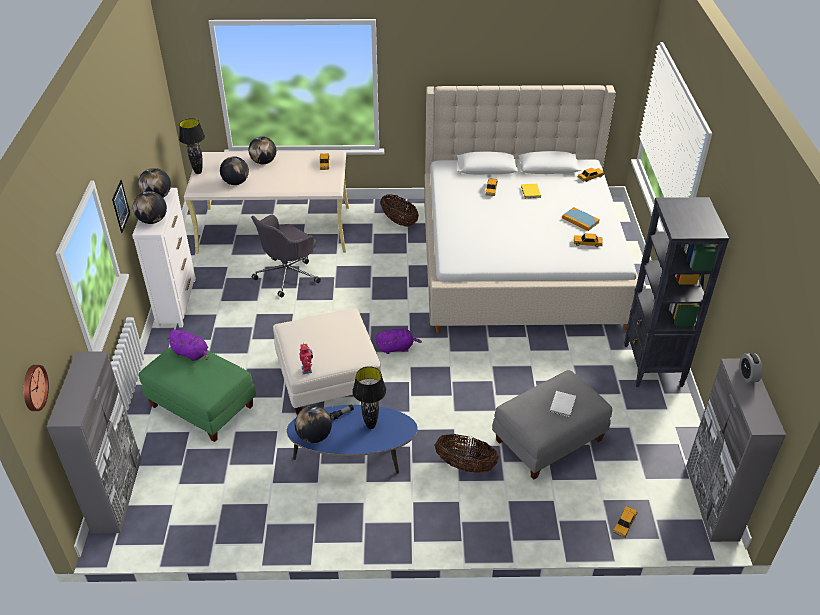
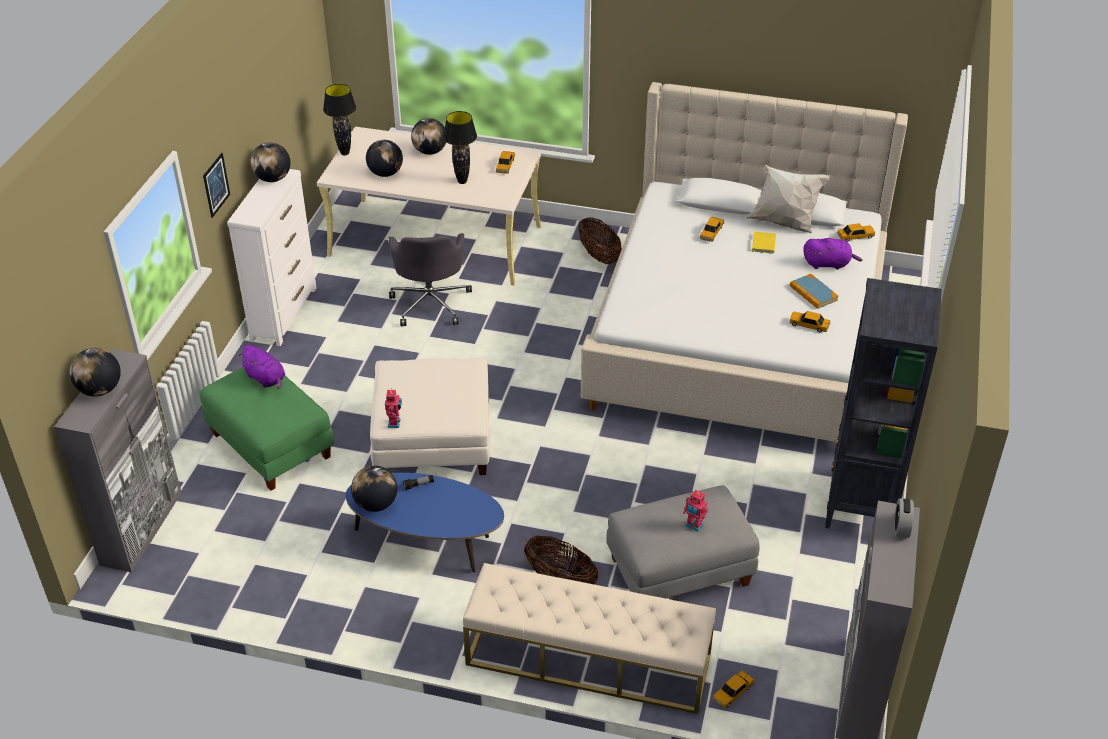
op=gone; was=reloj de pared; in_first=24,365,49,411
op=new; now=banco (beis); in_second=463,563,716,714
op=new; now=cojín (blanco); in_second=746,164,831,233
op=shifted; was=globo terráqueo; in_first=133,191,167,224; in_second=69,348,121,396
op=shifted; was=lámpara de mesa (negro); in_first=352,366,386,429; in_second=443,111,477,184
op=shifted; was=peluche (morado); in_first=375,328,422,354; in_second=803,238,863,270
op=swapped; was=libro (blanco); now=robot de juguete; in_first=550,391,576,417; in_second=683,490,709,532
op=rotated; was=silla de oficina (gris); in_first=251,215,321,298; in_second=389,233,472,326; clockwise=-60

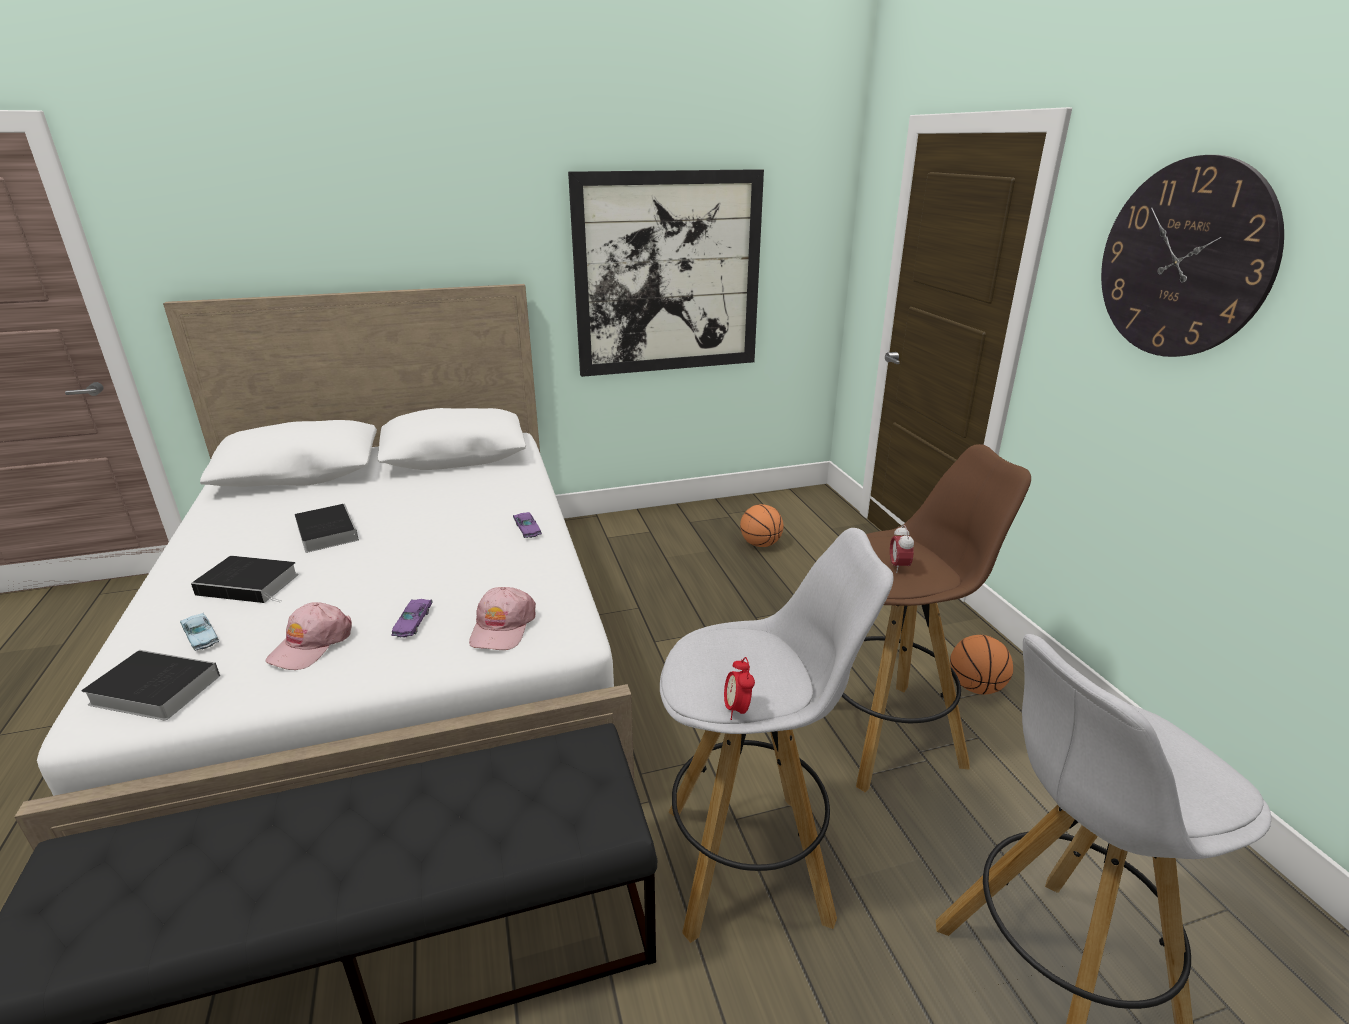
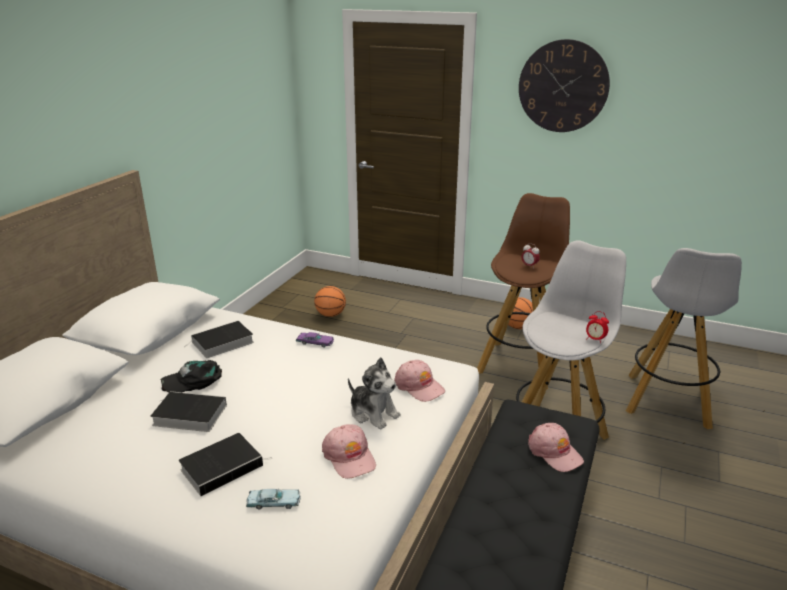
op=gone; was=cuadro; in_first=568,169,764,377
op=new; now=gorra (negro); in_second=161,360,222,393
op=new; now=gorra (rosa); in_second=528,423,584,472
op=shifted; was=libro; in_first=81,650,220,720; in_second=184,321,254,358
op=swapped; was=coche de juguete (morado); now=peluche; in_first=391,599,433,638; in_second=348,357,401,430

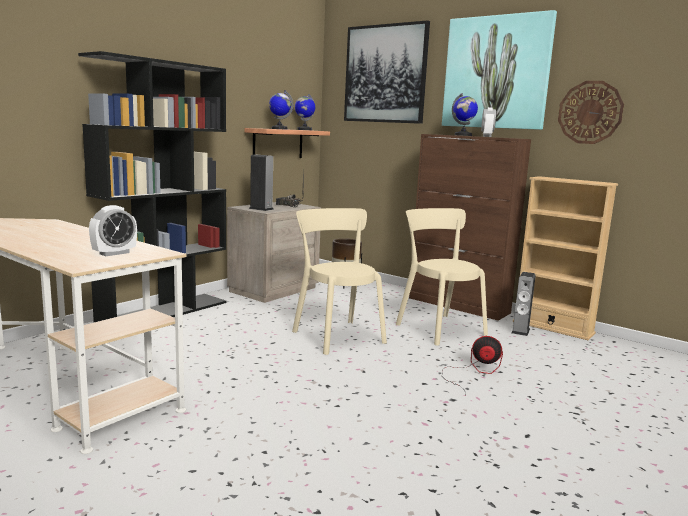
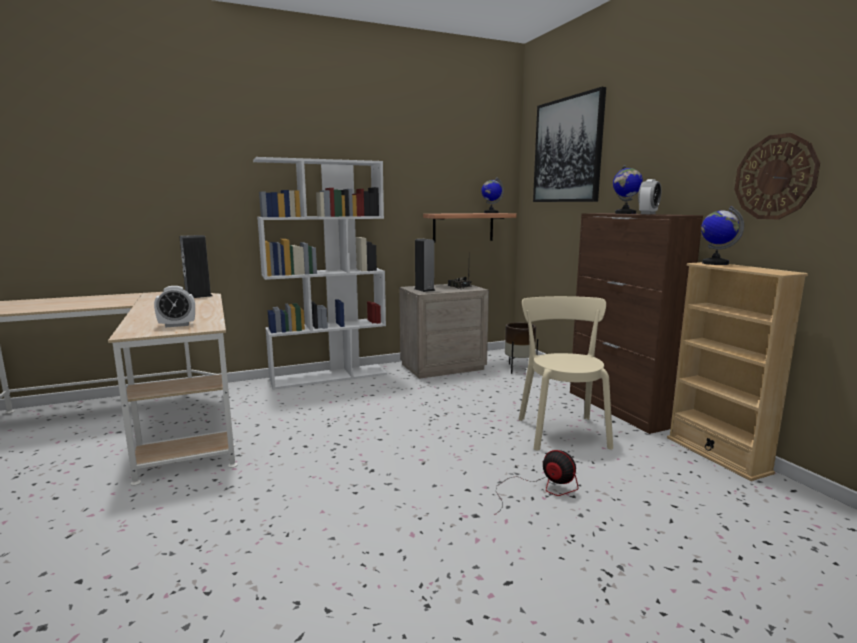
op=gone; was=silla (beis); in_first=292,208,387,355
op=gone; was=cuadro; in_first=442,10,557,130
op=shifted; was=globo terráqueo; in_first=269,90,293,130; in_second=701,206,744,265
op=shifted; was=altavoz; in_first=512,272,536,336; in_second=180,235,212,298
op=repainted; was=estantería (negro); now=estantería (blanco); in_first=78,51,226,322; in_second=253,157,387,390

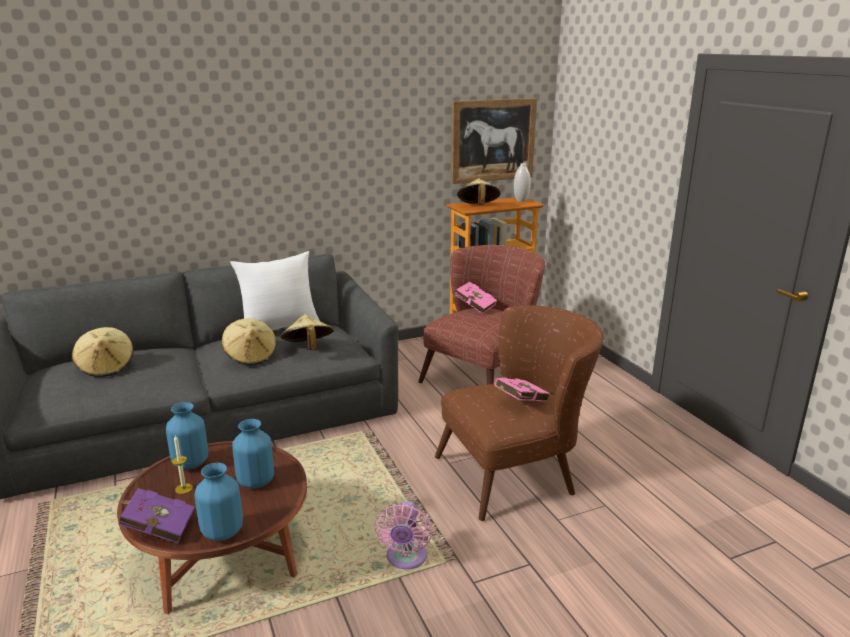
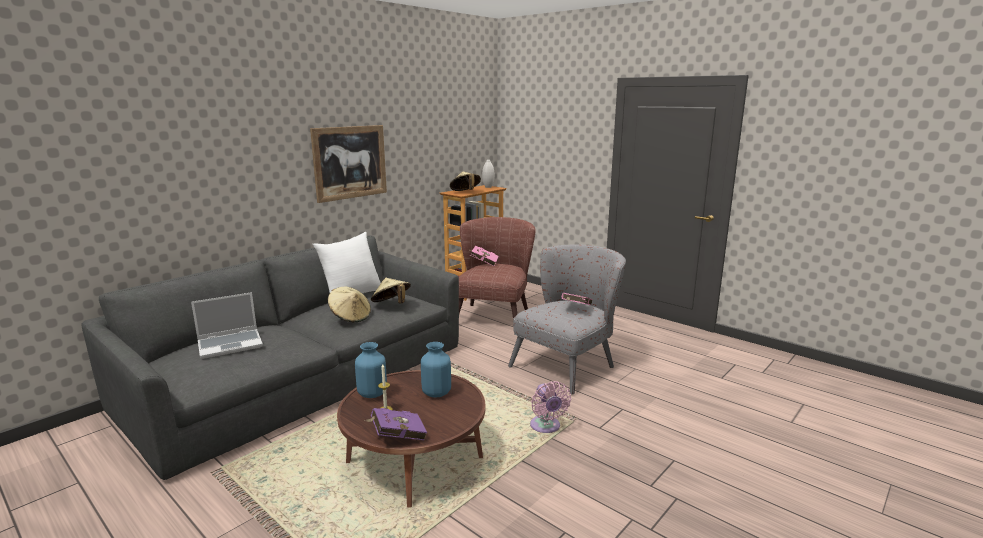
op=gone; was=florero (azul); in_first=195,463,243,541
op=shifted; was=cuadro; in_first=451,98,537,184; in_second=310,125,387,203
op=swapped; was=sombrero (beis); now=portátil; in_first=72,327,133,377; in_second=191,292,263,359
op=repainted; was=sillón (marrón); now=sillón (gris); in_first=435,305,604,521; in_second=508,244,626,394

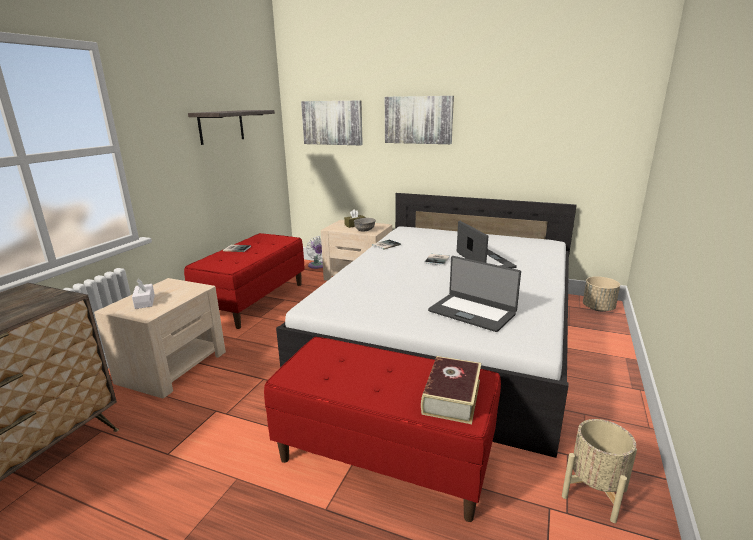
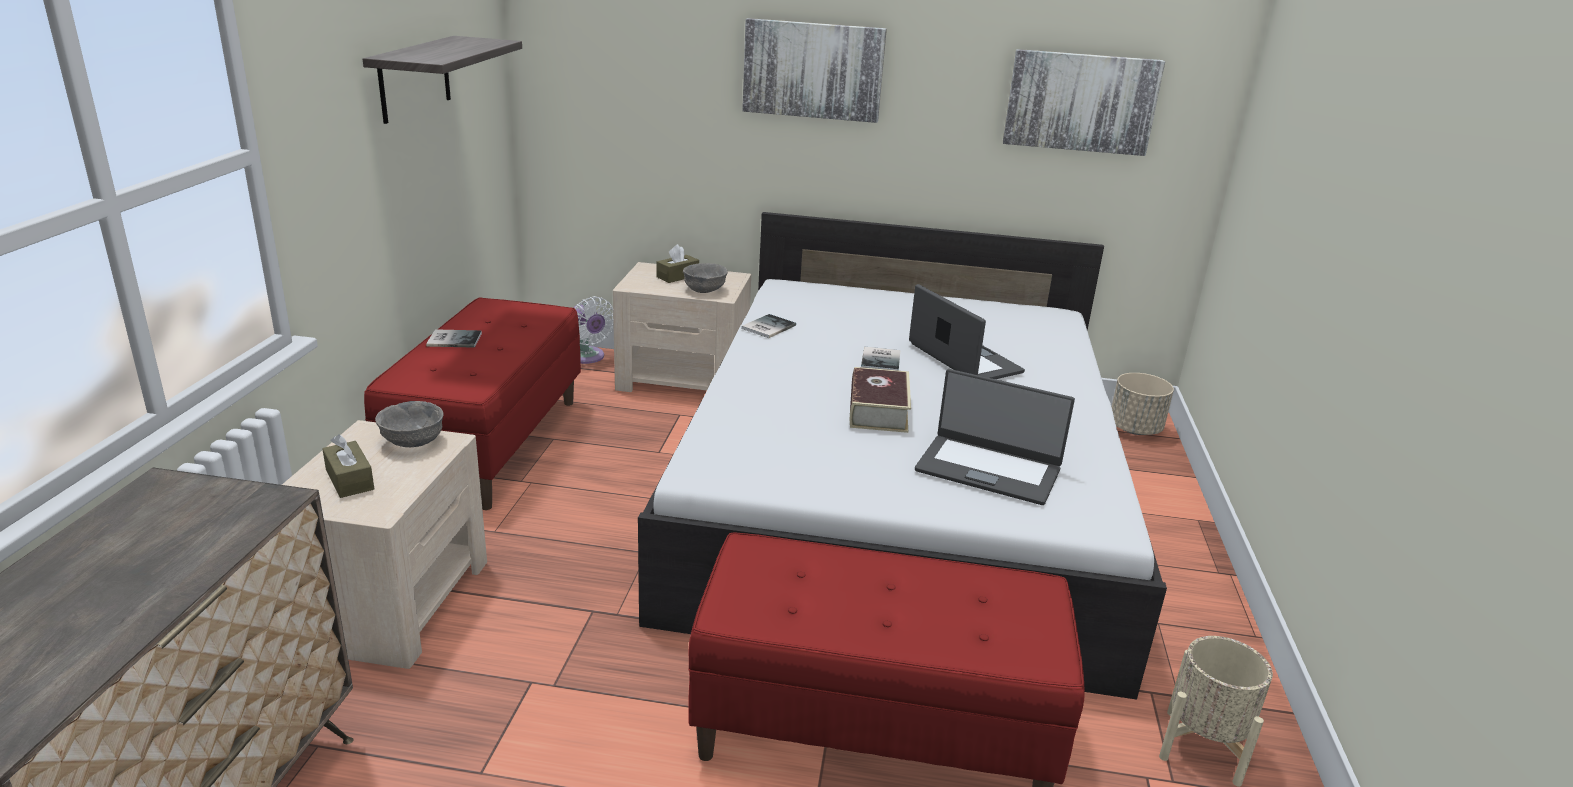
op=new; now=cuenco (gris); in_second=375,401,444,447
op=shifted; was=cuadro; in_first=301,100,363,145; in_second=1003,49,1165,156
op=shifted; was=libro; in_first=421,356,481,424; in_second=850,367,911,433
op=repainted; was=caja de pañuelos (blanco); now=caja de pañuelos (marrón); in_first=132,278,155,309; in_second=322,435,374,498

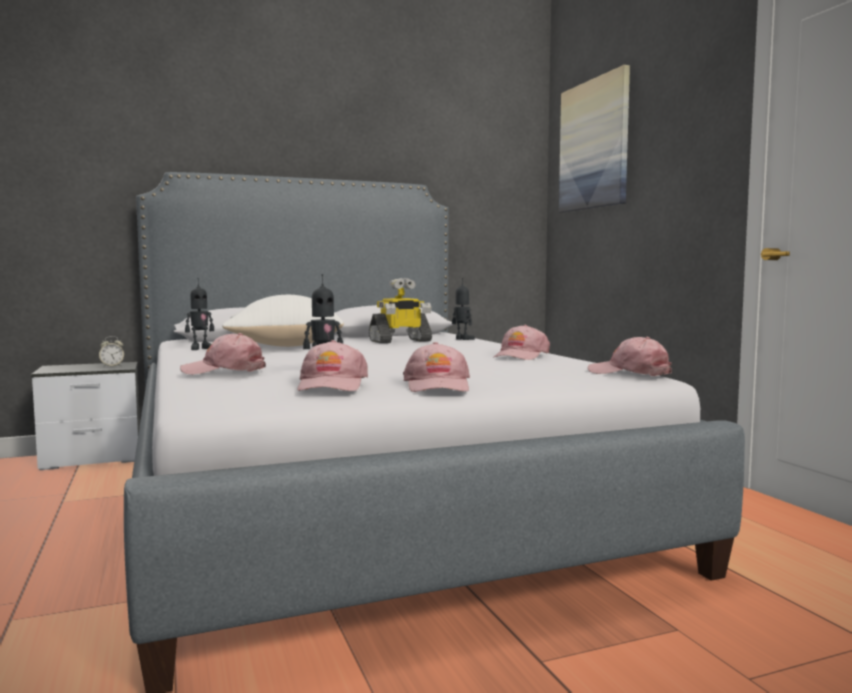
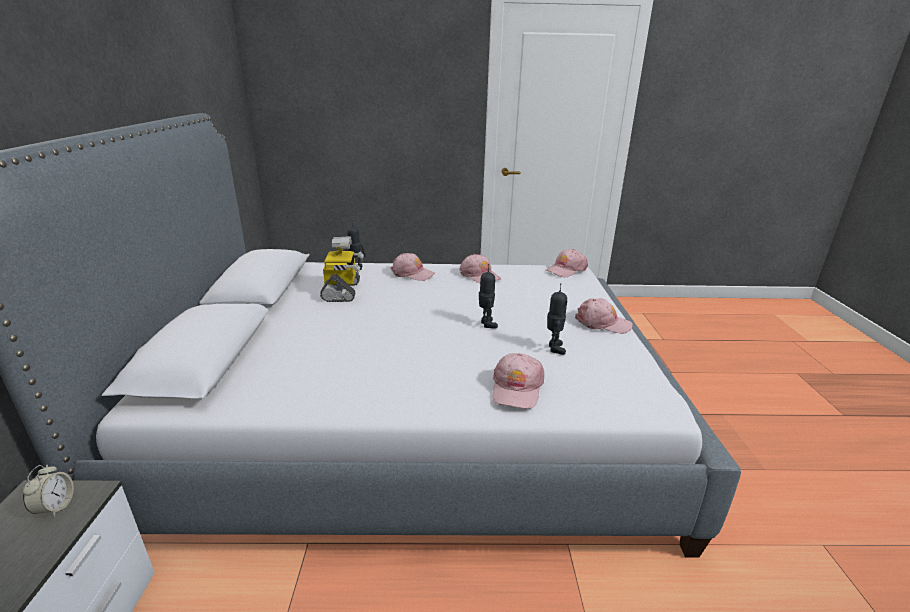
op=gone; was=cojín (blanco); in_first=222,295,344,347
op=gone; was=cuadro; in_first=559,65,630,213
op=shifted; was=robot de juguete; in_first=185,278,214,350; in_second=479,264,498,329
op=shifted; was=gorra (rosa); in_first=297,340,368,391; in_second=390,253,435,281

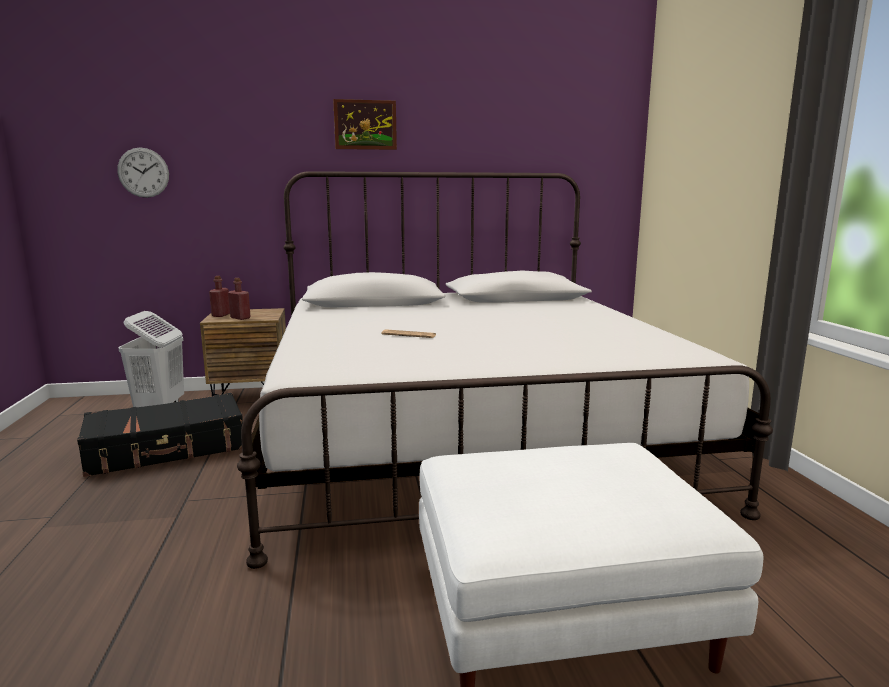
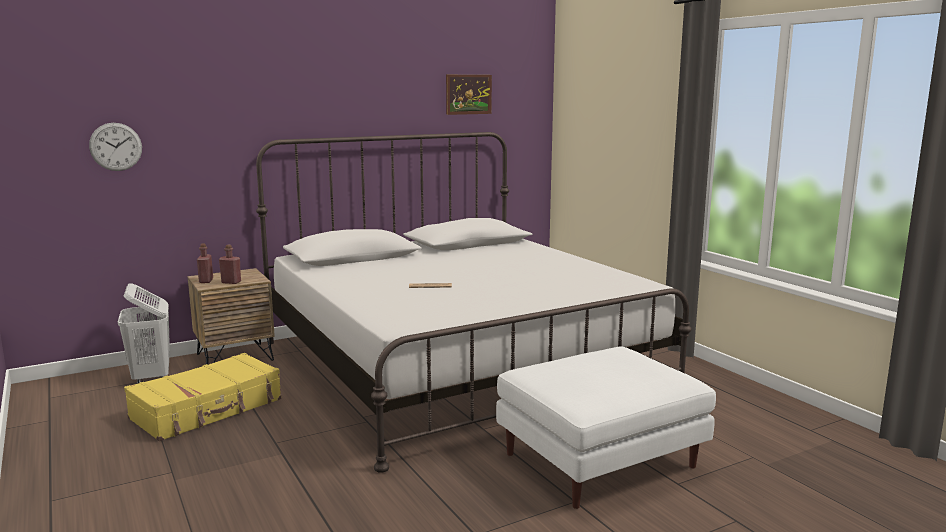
op=shifted; was=cuadro; in_first=333,99,397,150; in_second=446,75,492,115
op=repainted; was=maleta (negro); now=maleta (amarillo); in_first=77,393,243,477; in_second=124,353,282,441

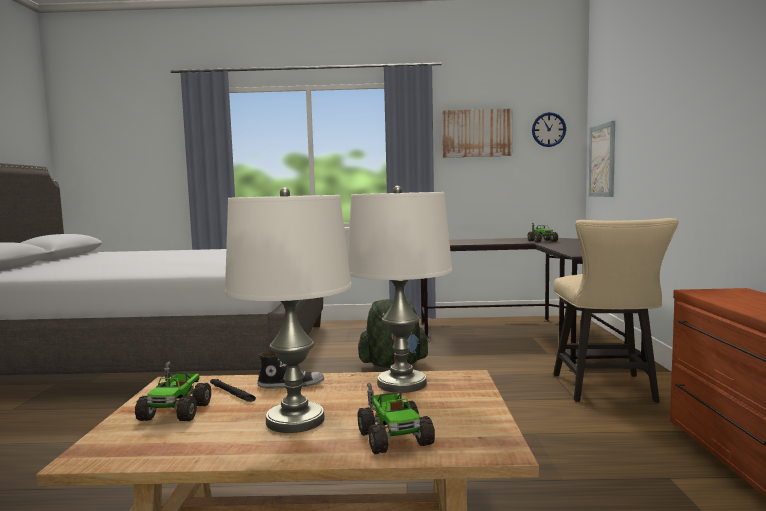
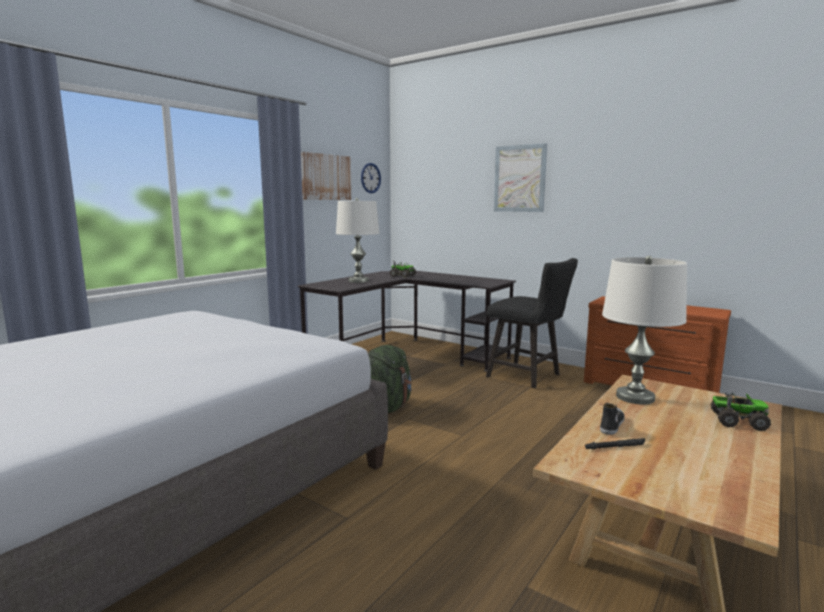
op=gone; was=camión de juguete; in_first=135,362,211,421
op=shifted; was=lámpara de mesa (blanco); in_first=225,187,352,433; in_second=336,198,380,283
op=shifted; was=cuadro; in_first=588,121,615,197; in_second=494,143,547,212
op=repainted; was=silla (beis); now=silla (negro); in_first=553,218,678,403; in_second=486,258,578,388

